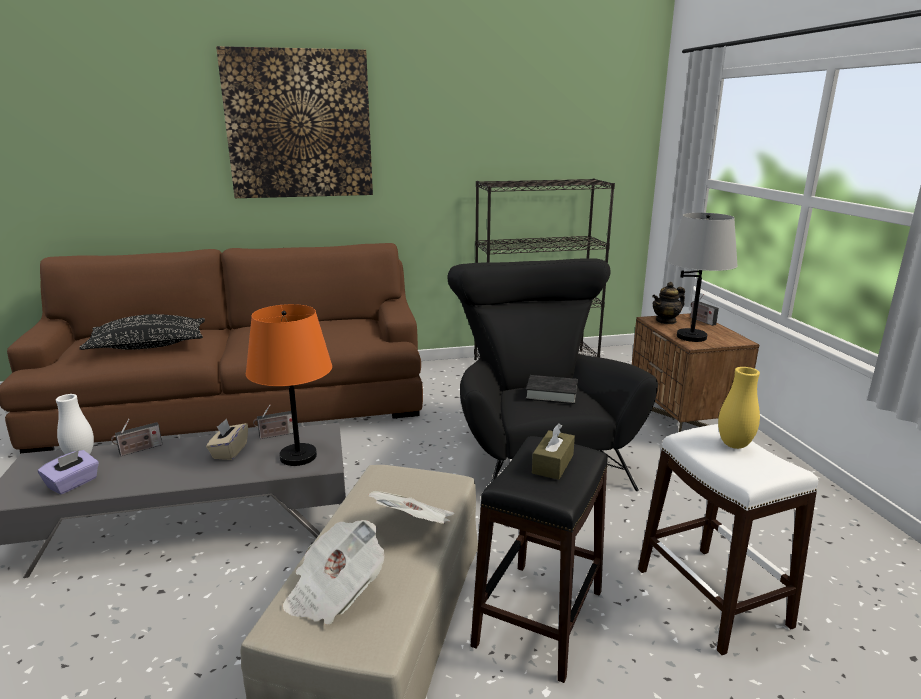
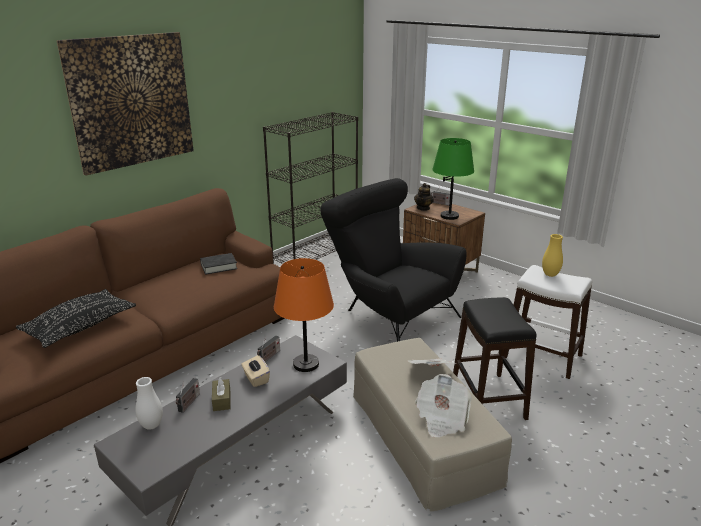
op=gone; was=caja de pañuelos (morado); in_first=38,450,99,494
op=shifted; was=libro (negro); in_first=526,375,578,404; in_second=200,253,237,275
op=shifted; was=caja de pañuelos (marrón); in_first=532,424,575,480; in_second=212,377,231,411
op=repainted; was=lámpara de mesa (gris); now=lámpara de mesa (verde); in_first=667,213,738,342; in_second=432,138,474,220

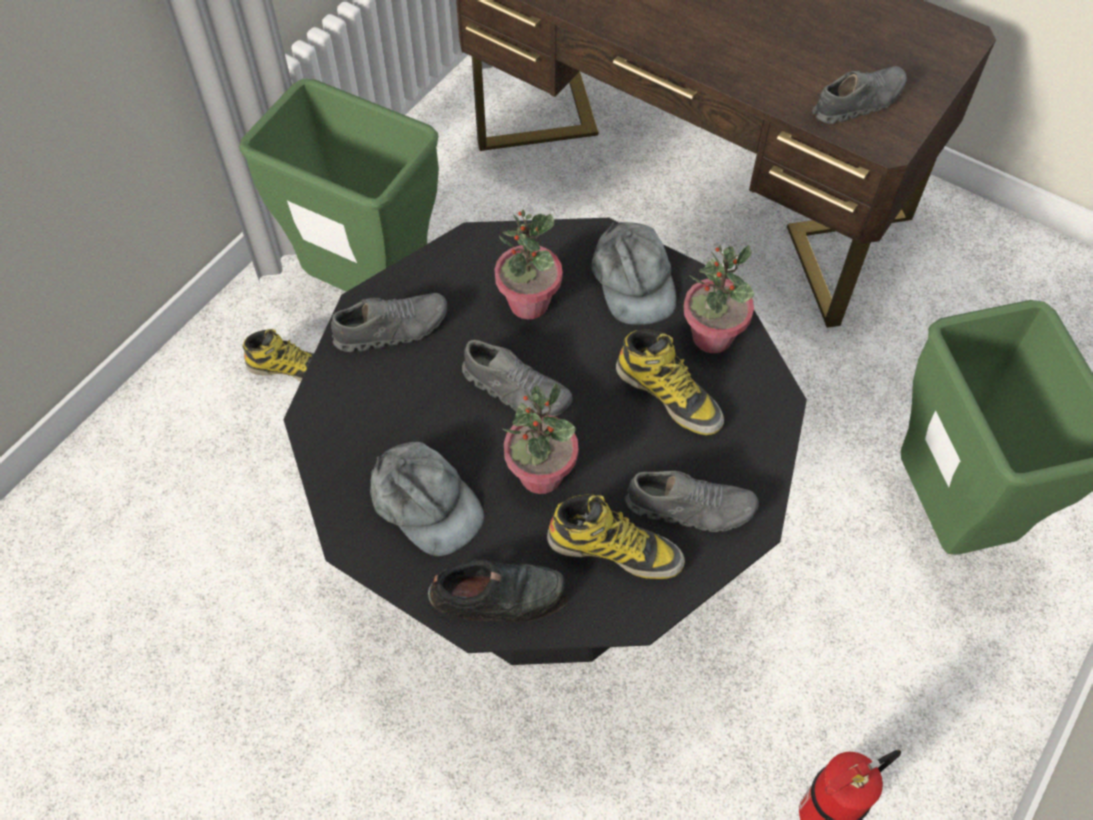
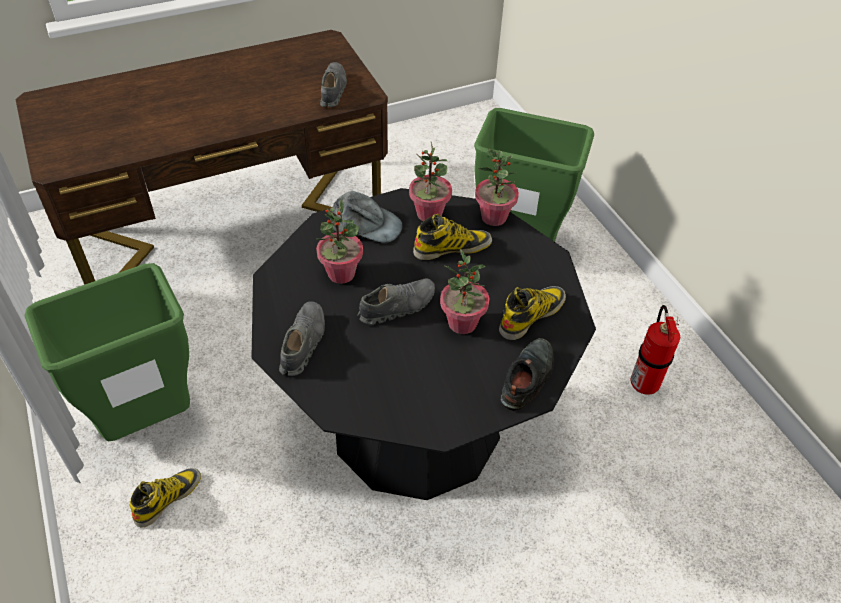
op=gone; was=gorra (gris); in_first=370,442,484,556
op=gone; was=zapato (gris); in_first=625,471,759,532
op=new; now=planta en maceta; in_second=475,149,519,226

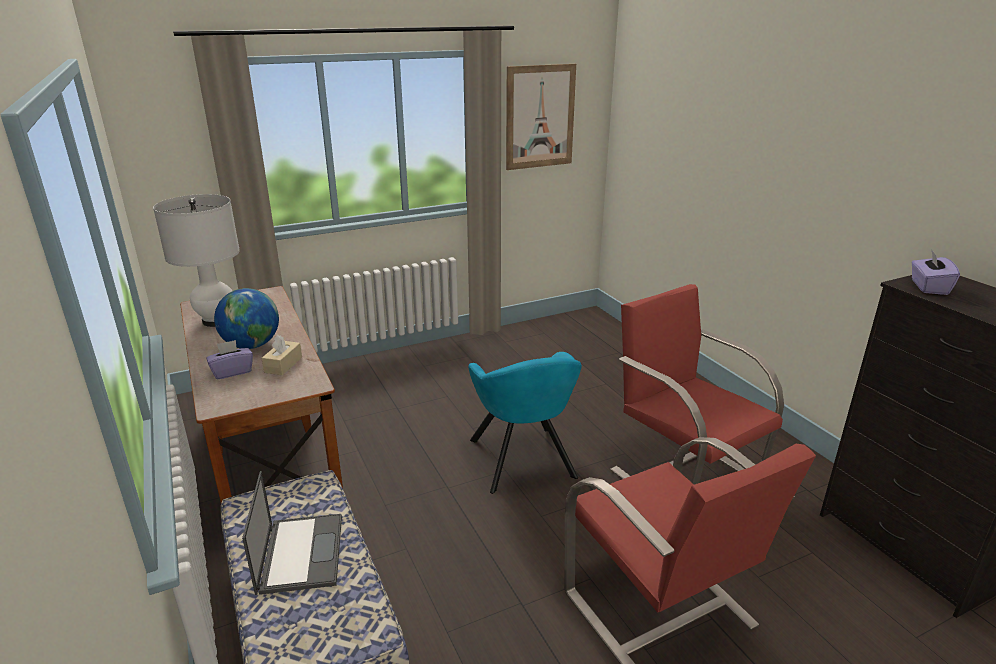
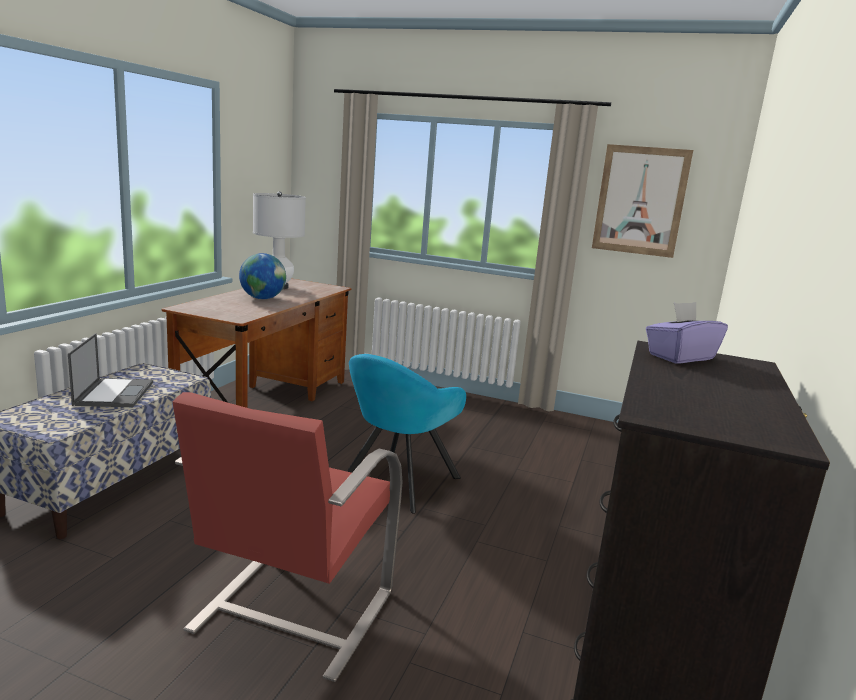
op=gone; was=caja de pañuelos (morado); in_first=206,340,253,380
op=gone; was=caja de pañuelos (beis); in_first=261,335,302,375
op=gone; was=sillón (rojo); in_first=610,284,784,485
op=rotated; was=portátil; in_first=242,471,342,595; in_second=68,333,153,407; clockwise=-45

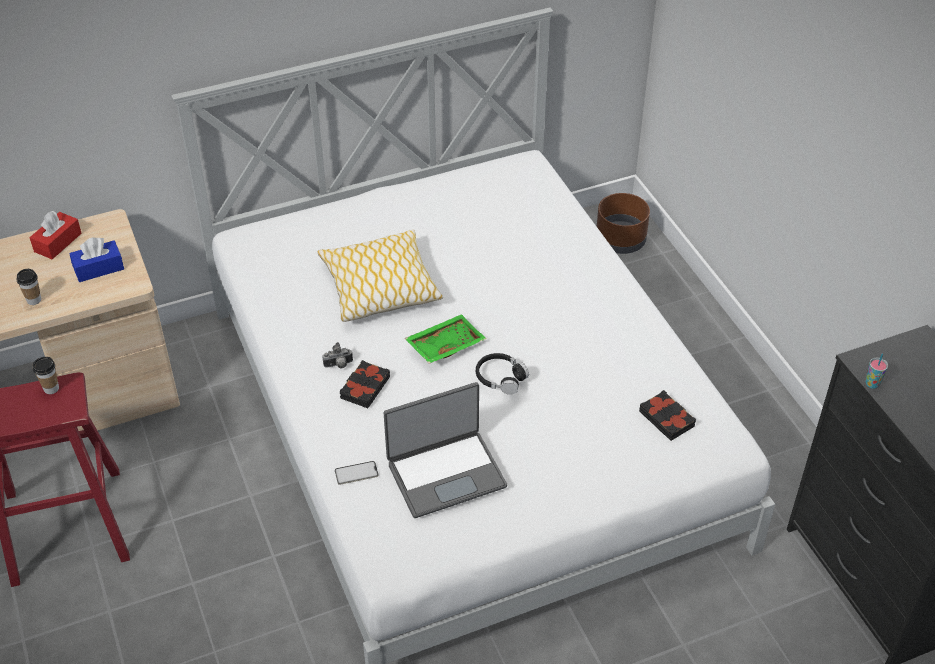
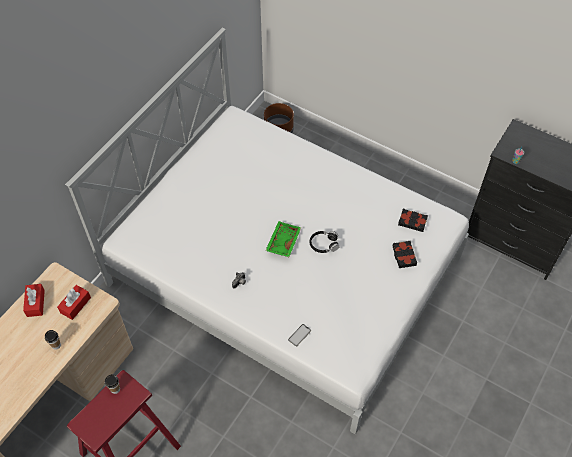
op=gone; was=cojín; in_first=317,230,443,322
op=gone; was=portátil; in_first=384,382,507,518
op=shifted; was=libro (negro); in_first=340,360,390,408; in_second=393,241,417,268
op=repainted; was=caja de pañuelos (azul); now=caja de pañuelos (rojo); in_first=69,237,124,282; in_second=57,285,91,320

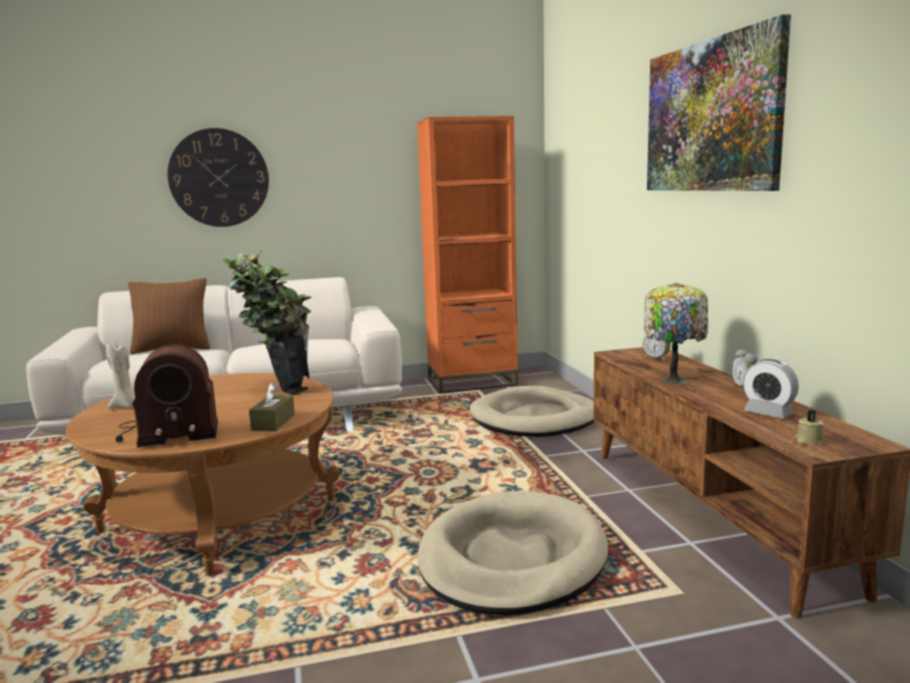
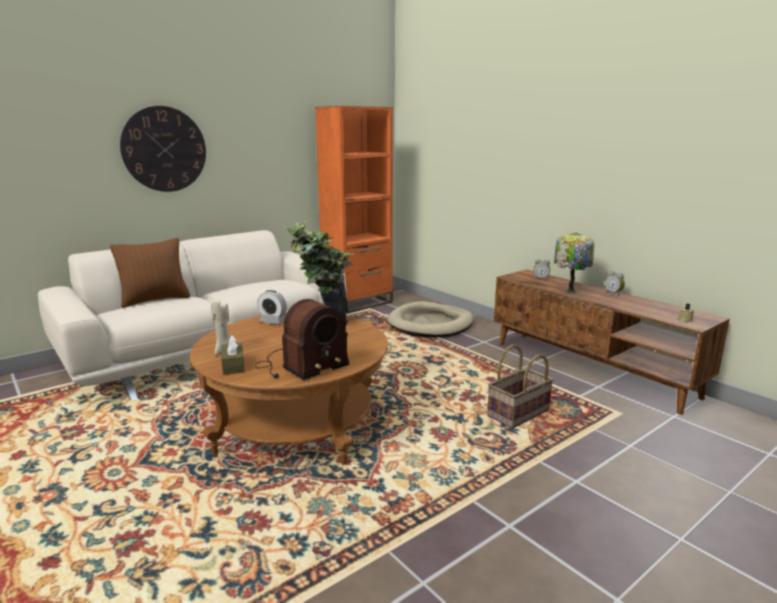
op=gone; was=cuadro; in_first=647,14,791,191
op=shifted; was=caja de pañuelos (marrón); in_first=249,382,295,431; in_second=221,335,244,375
op=shifted; was=despertador; in_first=743,359,799,419; in_second=257,290,287,325
op=swapped; was=cama para perro (beis); now=cesta; in_first=417,491,608,615; in_second=487,344,554,428

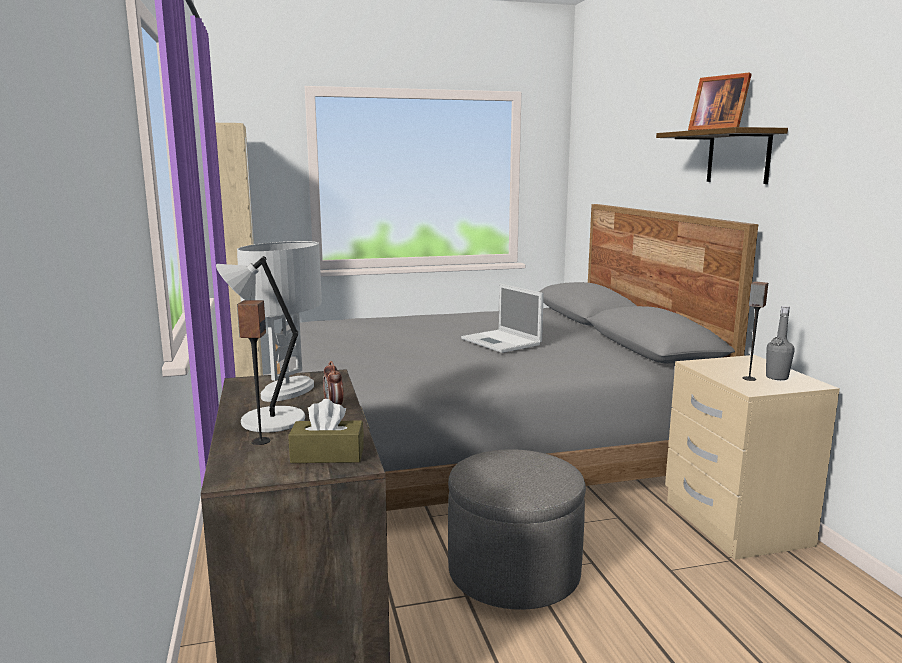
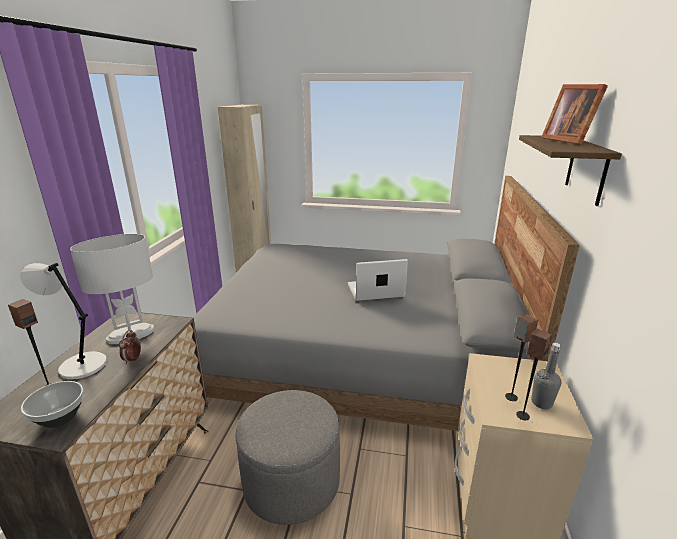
op=new; now=altavoz; in_second=516,329,552,420
op=swapped; was=caja de pañuelos (marrón); now=cuenco; in_first=288,399,364,463; in_second=21,381,84,428
op=rotated; was=portátil; in_first=461,284,544,353; in_second=348,259,408,301; clockwise=90

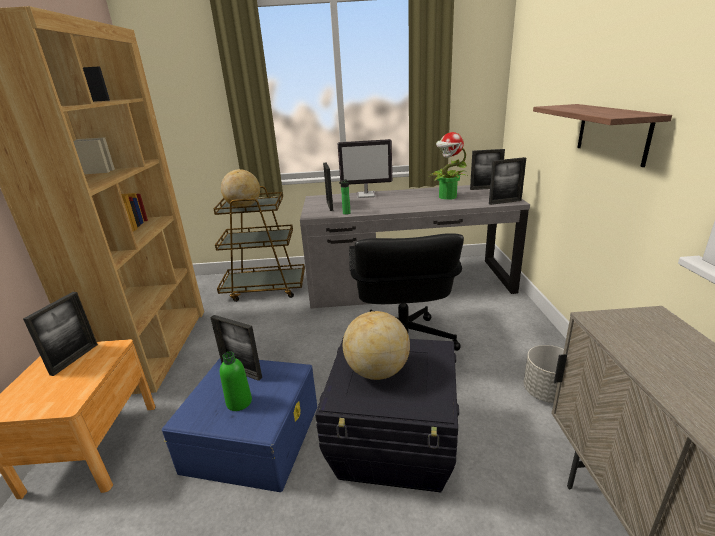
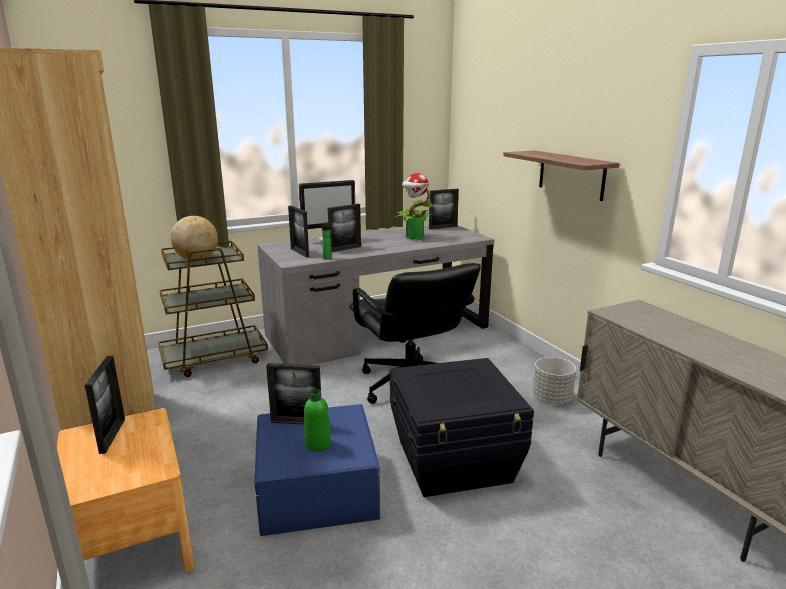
op=gone; was=globo terráqueo; in_first=343,311,410,380
op=shifted; was=portarretratos; in_first=489,157,526,205; in_second=328,204,361,252

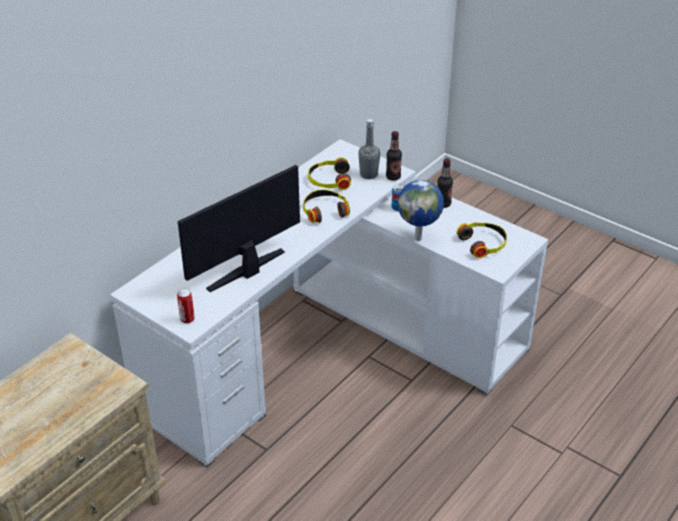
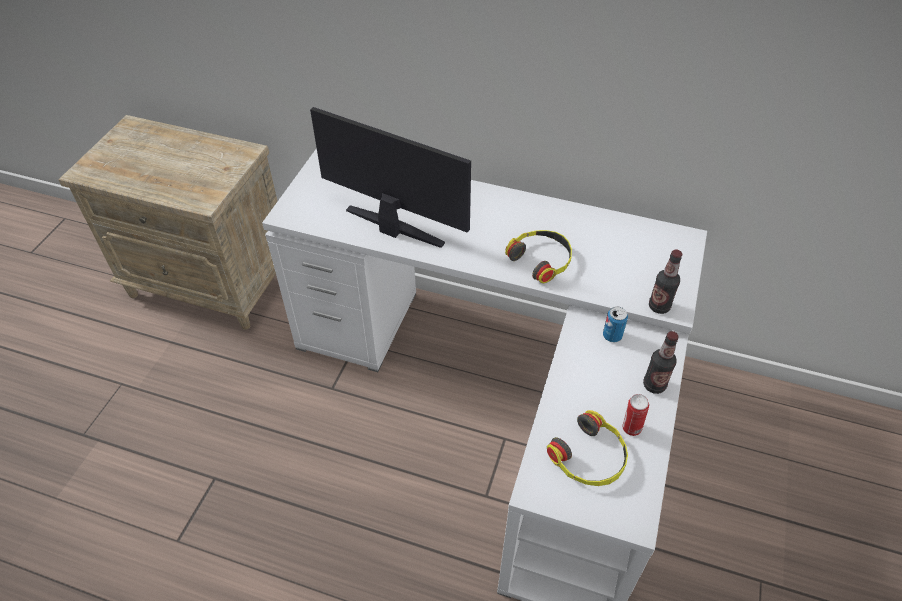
op=gone; was=auriculares; in_first=308,158,351,190
op=gone; was=botella (gris); in_first=358,119,380,179
op=gone; was=globo terráqueo; in_first=397,180,444,241
op=shifted; was=lata; in_first=177,288,195,323; in_second=622,394,649,436

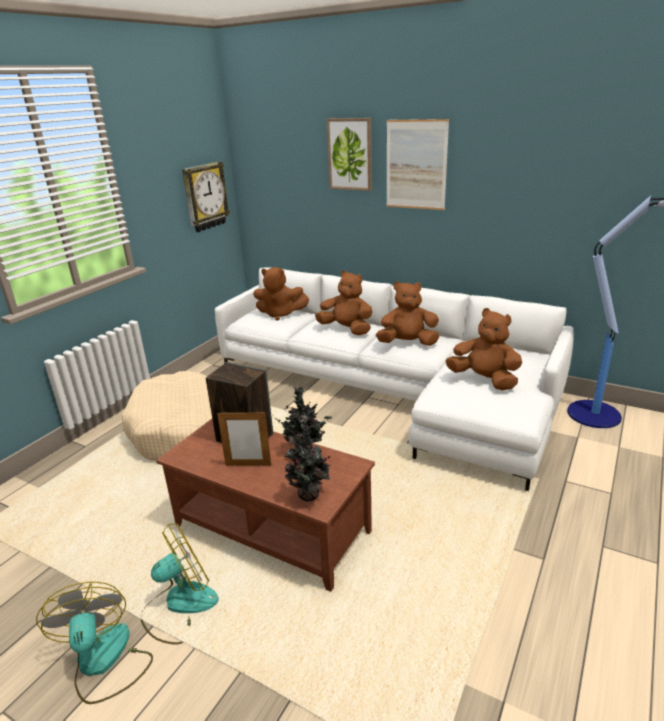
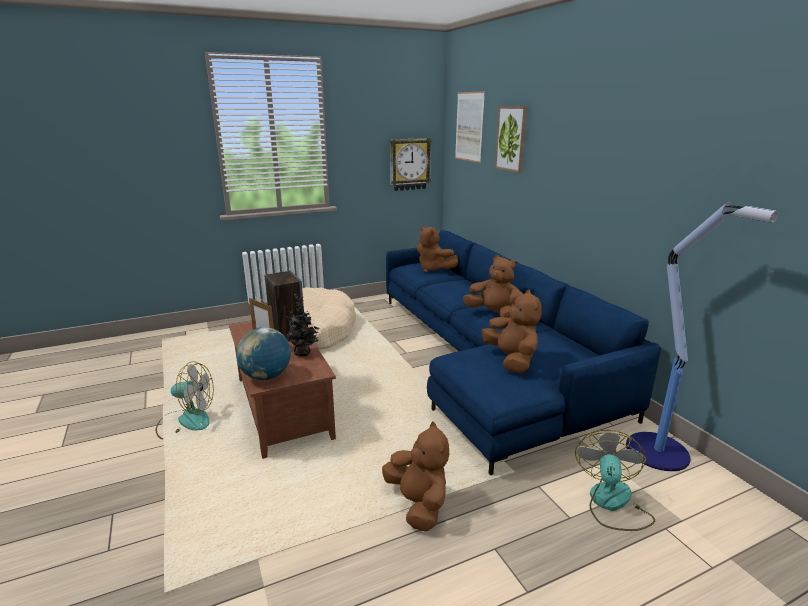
op=shifted; was=ventilador; in_first=36,582,153,704; in_second=575,430,655,531
op=shifted; was=peluche (marrón); in_first=315,270,373,335; in_second=382,421,449,531
op=shifted; was=cuadro; in_first=386,119,449,210; in_second=455,91,485,163
op=swapped; was=planta en maceta; now=globo terráqueo; in_first=284,419,331,501; in_second=236,327,291,380
op=repainted; was=sofá (blanco); now=sofá (azul); in_first=215,267,574,491; in_second=386,230,661,475

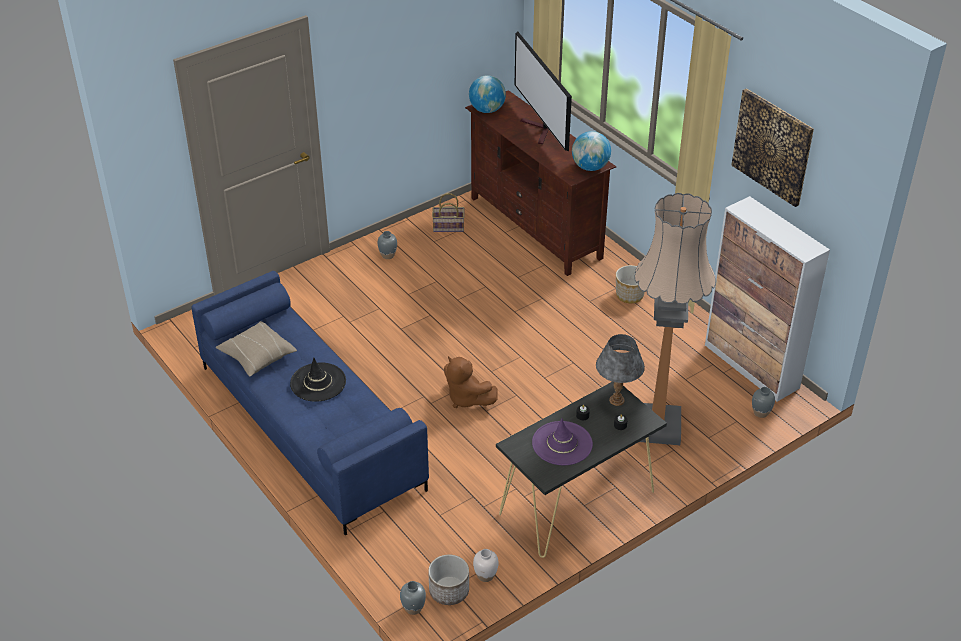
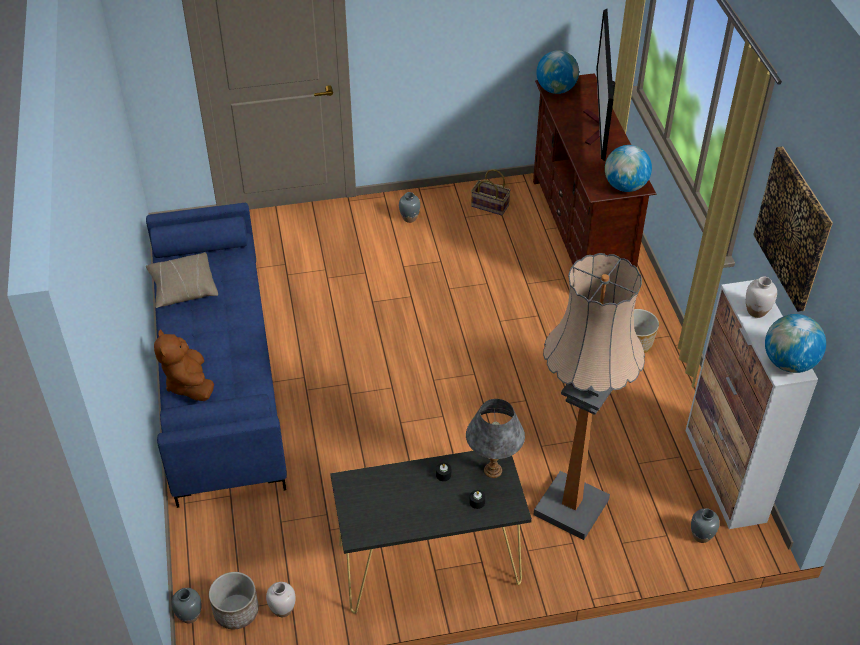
op=gone; was=sombrero (negro); in_first=290,357,346,402
op=gone; was=sombrero (morado); in_first=532,418,593,465
op=new; now=florero (blanco); in_second=746,277,777,318
op=new; now=globo terráqueo; in_second=765,314,826,373
op=shifted; was=peluche (marrón); in_first=444,356,498,408; in_second=154,330,214,401

